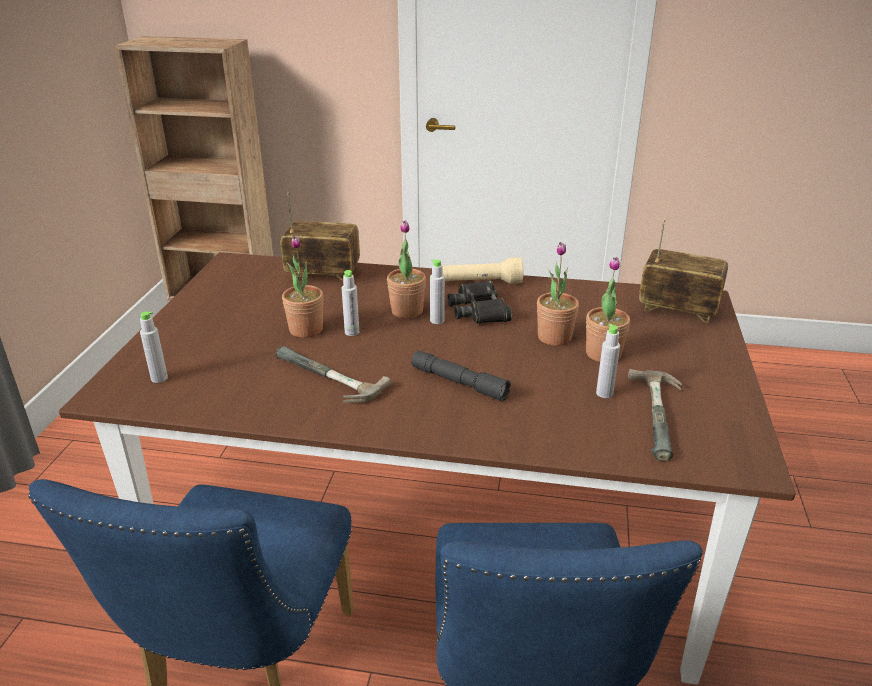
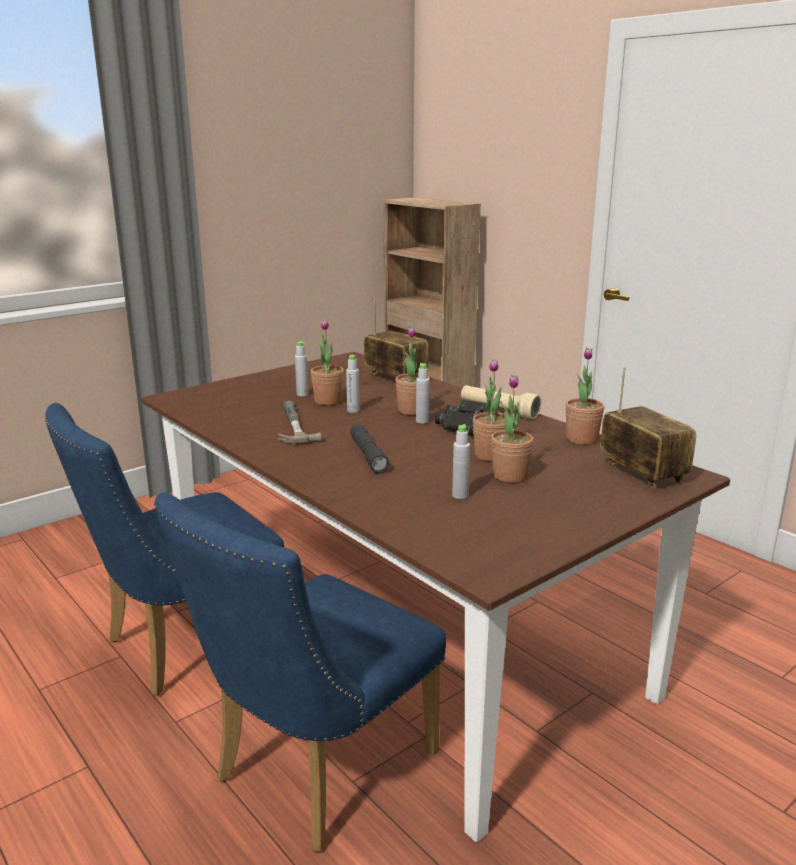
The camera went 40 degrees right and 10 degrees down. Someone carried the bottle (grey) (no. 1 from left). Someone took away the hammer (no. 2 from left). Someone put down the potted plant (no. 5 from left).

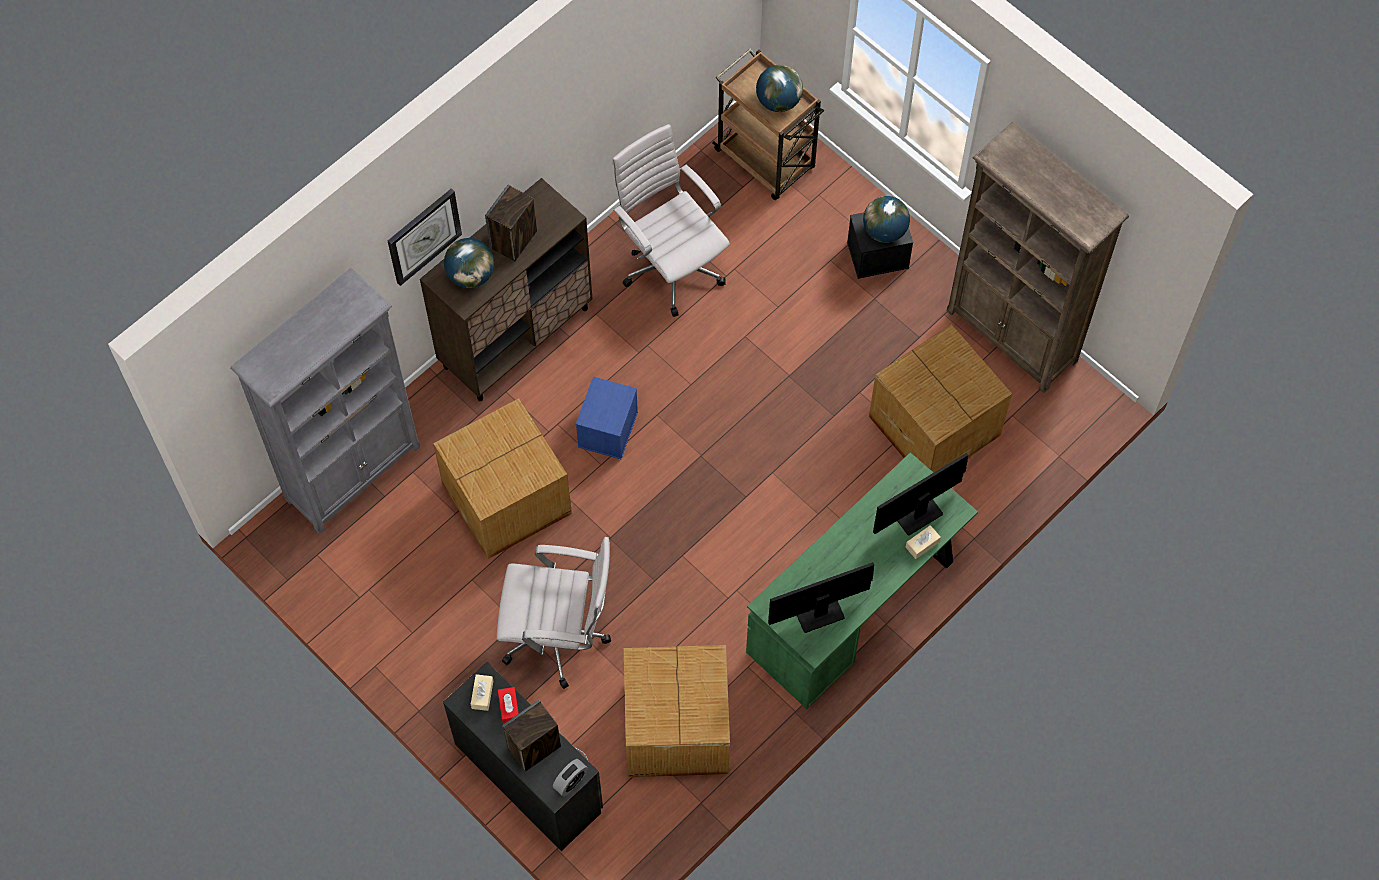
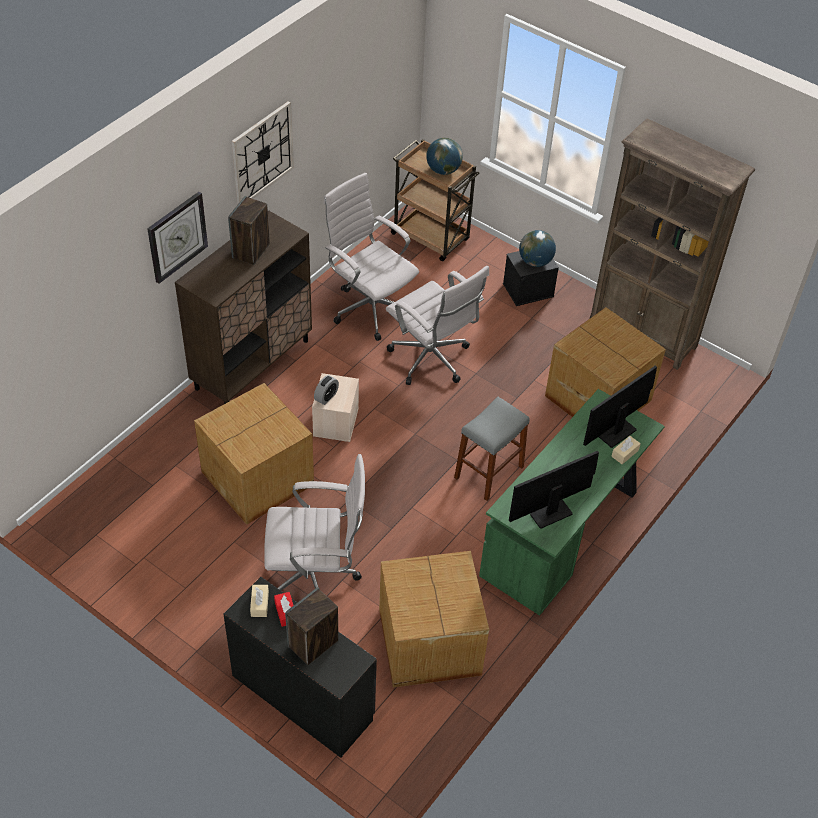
The camera went 10 degrees left and 15 degrees down. Someone took away the globe (no. 1 from left). Someone took away the bookcase (grey). Someone repainted the storage box (blue), which became the storage box (beige). Someone carried the alarm clock. Someone put up the wall clock (no. 2 from left). Someone put down the office chair (white) (no. 3 from left). Someone put down the stool (grey).

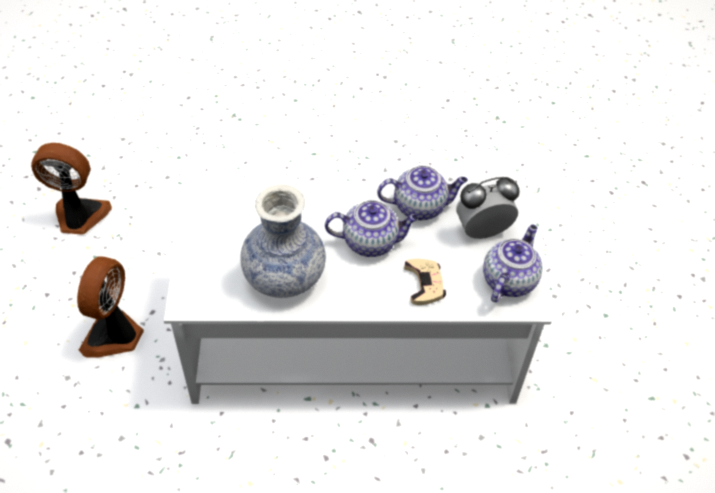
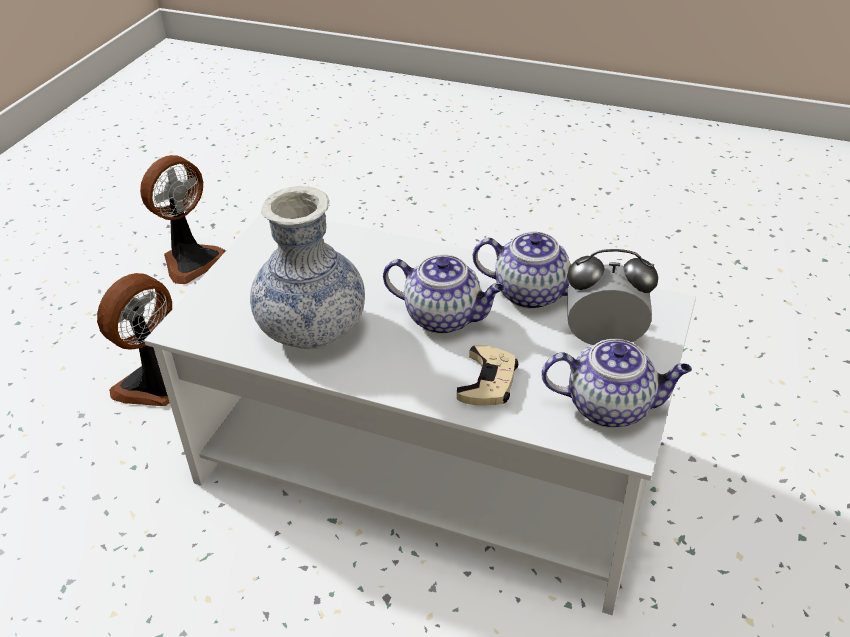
The camera went 25 degrees right and 10 degrees down. Someone rotated the fan (no. 1 from left in the first image) by 105 degrees clockwise. Someone rotated the teapot (no. 3 from left) by 45 degrees clockwise.

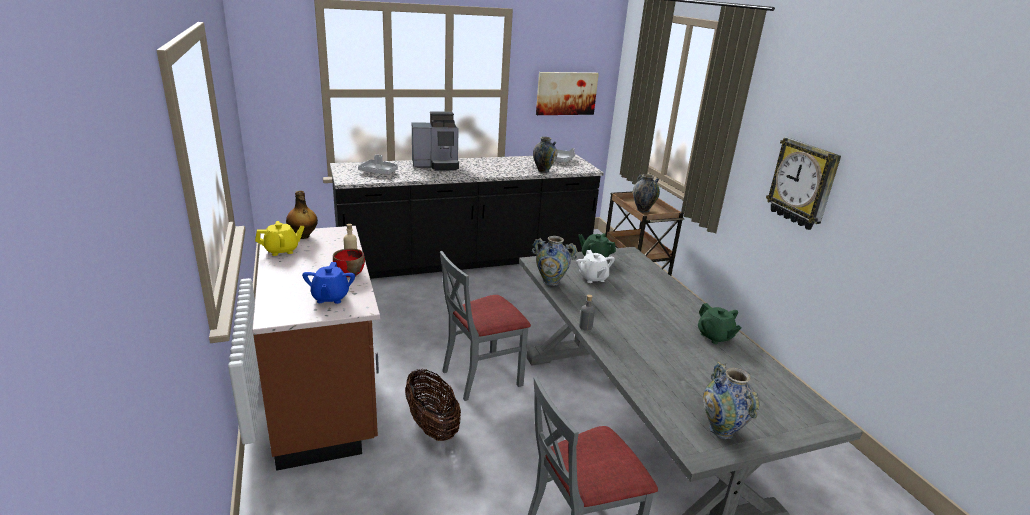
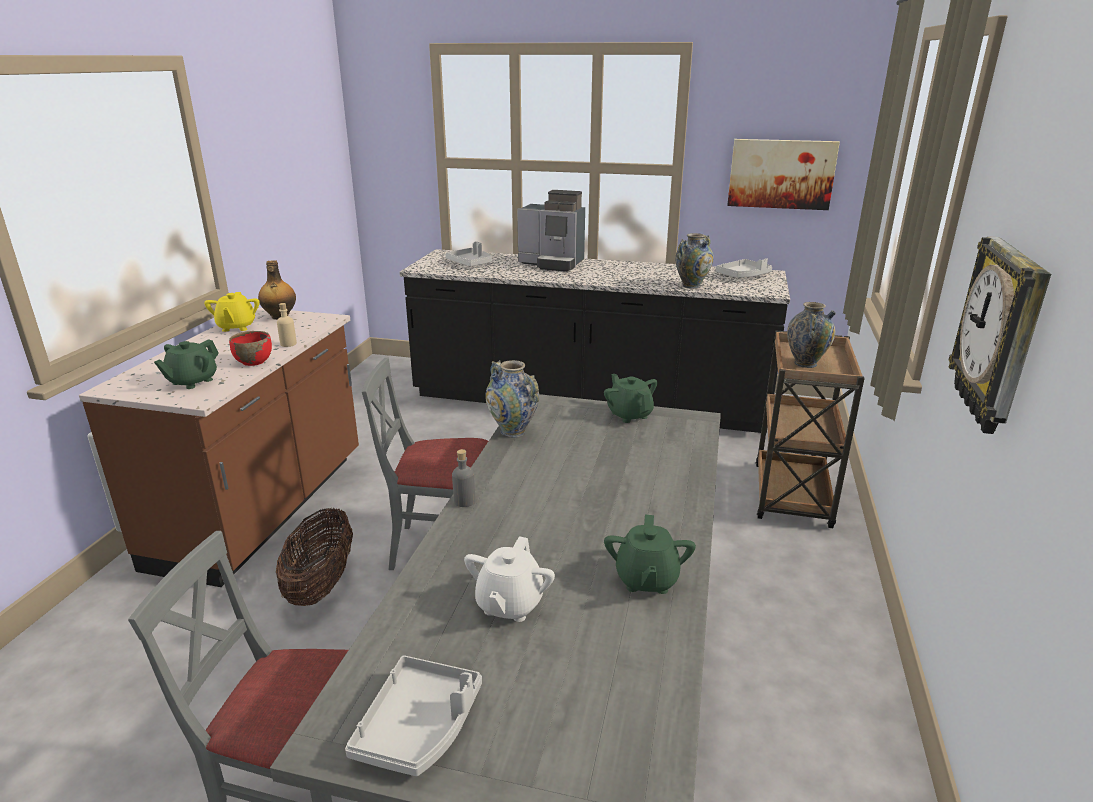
The camera went 35 degrees right and 0 degrees up. Someone rotated the teapot (yellow) by 75 degrees clockwise. Someone carried the teapot (white). Someone repainted the teapot (blue), which became the teapot (green) (no. 1 from left). Someone swapped the vase (no. 4 from left) for the tray (grey) (no. 1 from left).

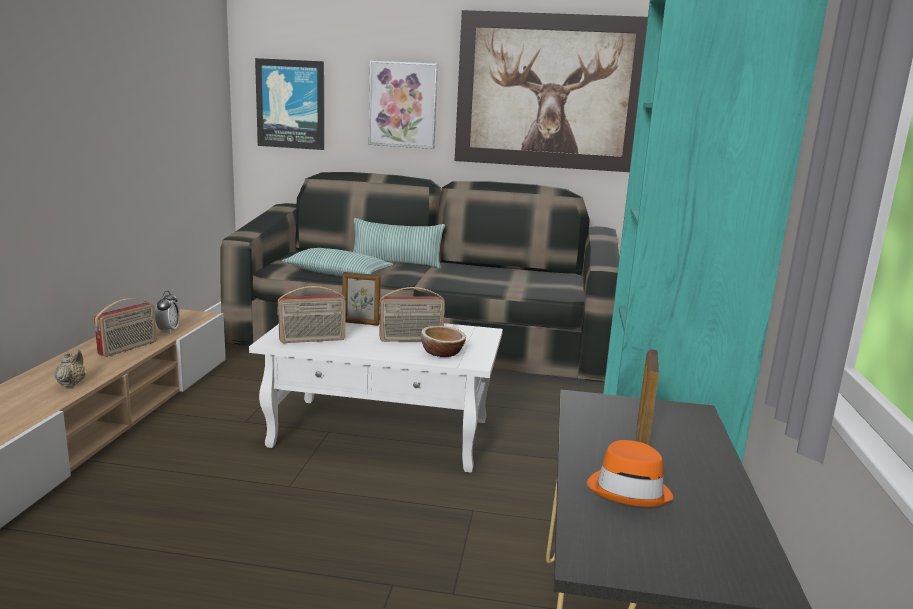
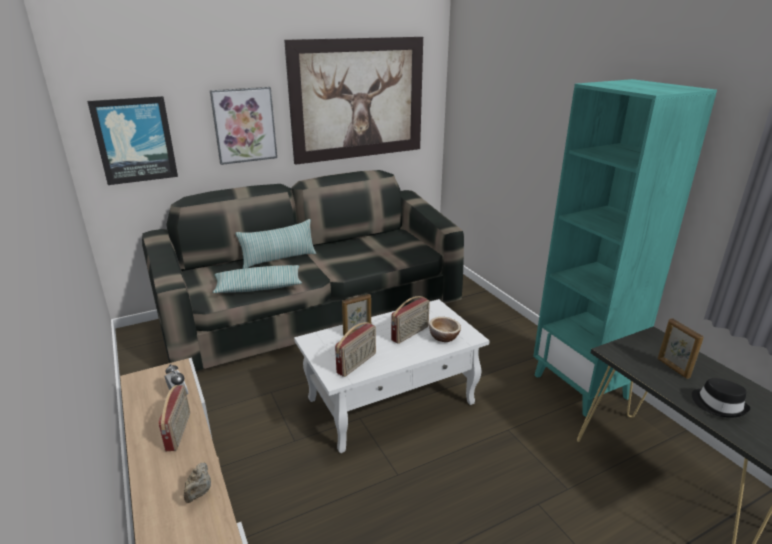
The camera went 35 degrees left and 10 degrees up. Someone rotated the teapot (beige) by 135 degrees counterclockwise. Someone repainted the hat (orange), which became the hat (black).

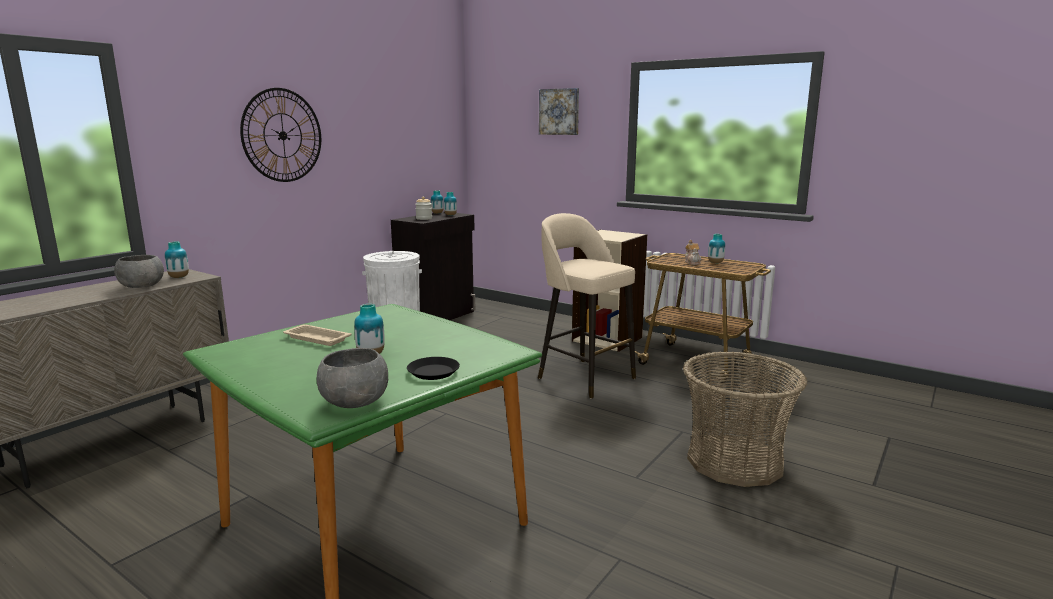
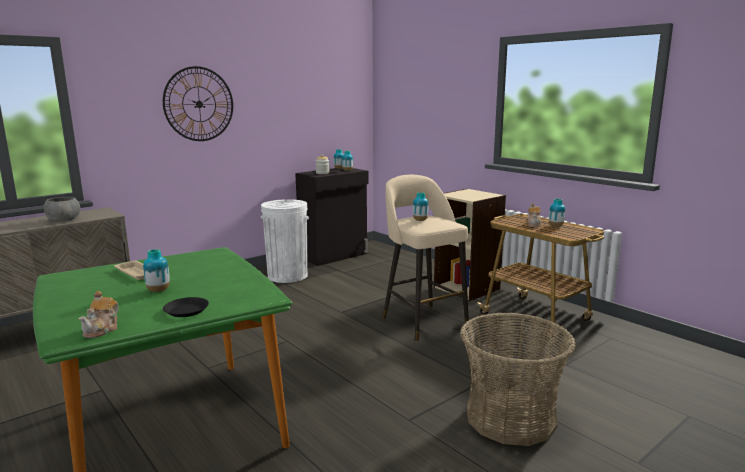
The camera went 15 degrees right and 0 degrees up. Someone took away the picture. Someone carried the vase (no. 1 from left in the first image). Someone swapped the bowl (grey) (no. 2 from left) for the teapot (no. 1 from left).

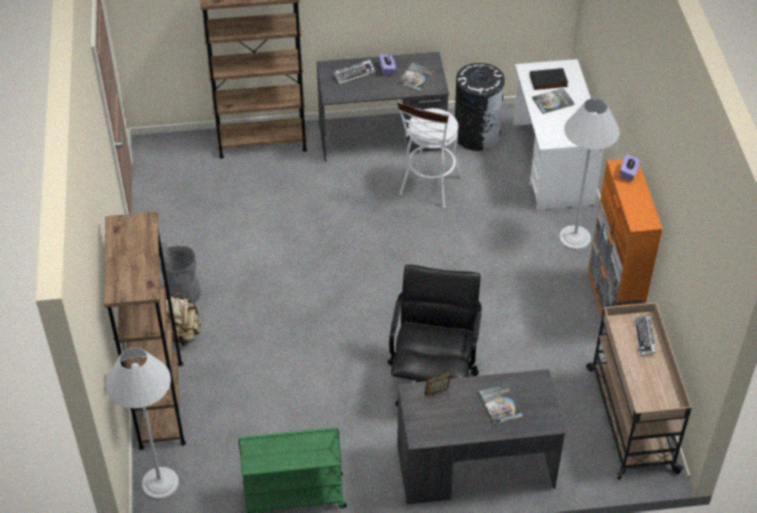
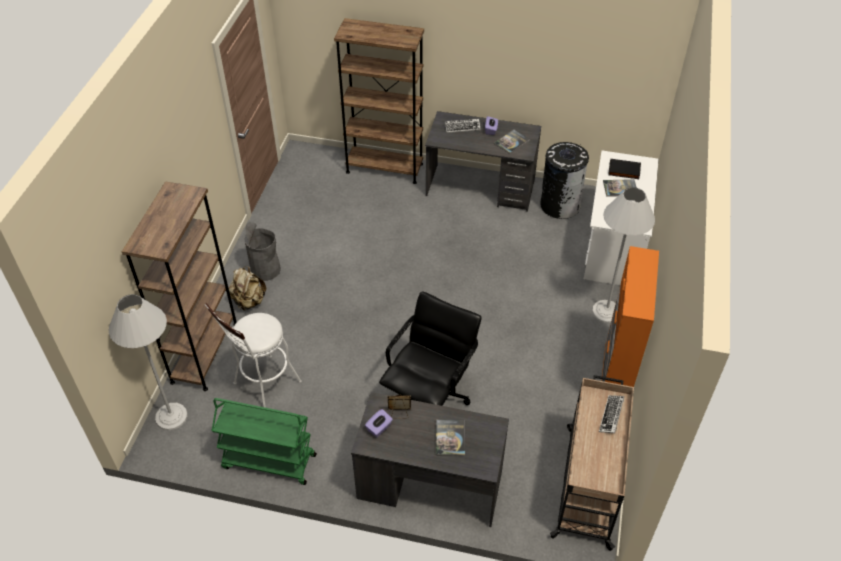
The camera went 20 degrees right and 0 degrees up. Someone carried the stool (white). Someone carried the tissue box (purple) (no. 2 from left in the first image).

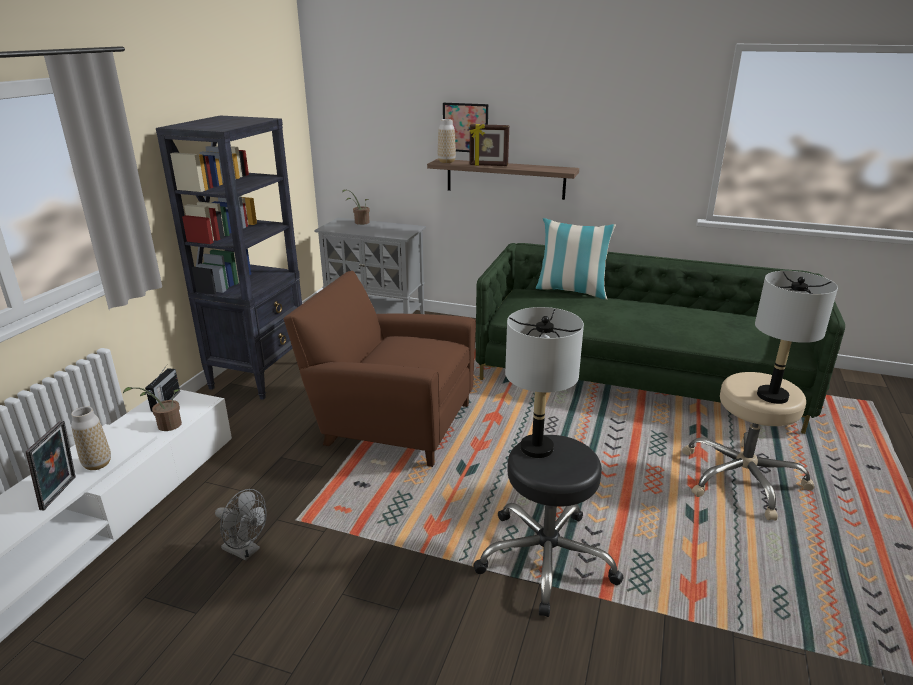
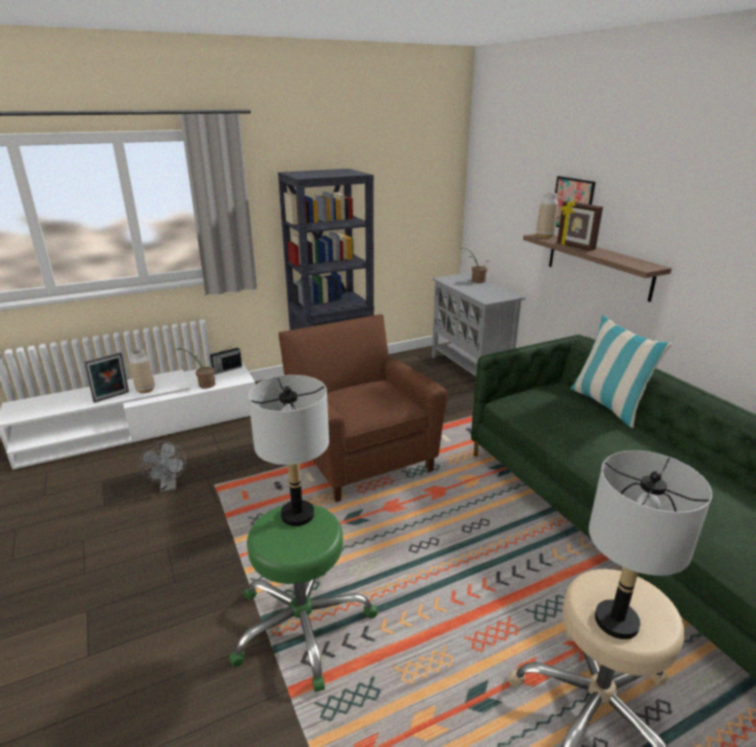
The camera went 45 degrees right and 0 degrees up. Someone repainted the stool (black), which became the stool (green).

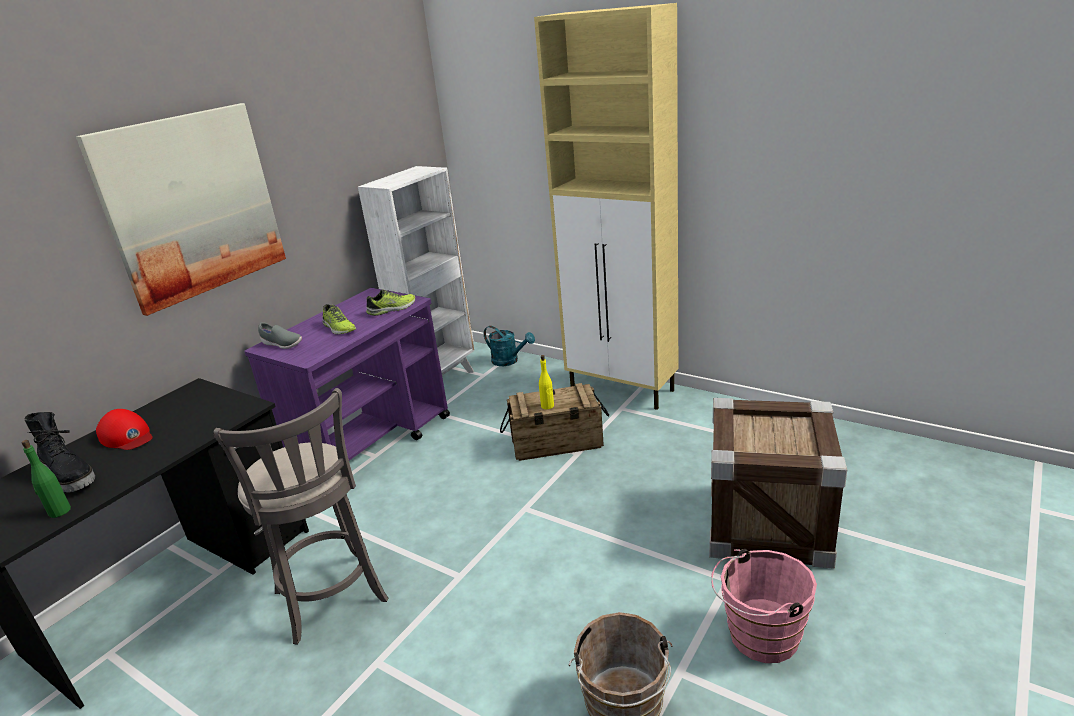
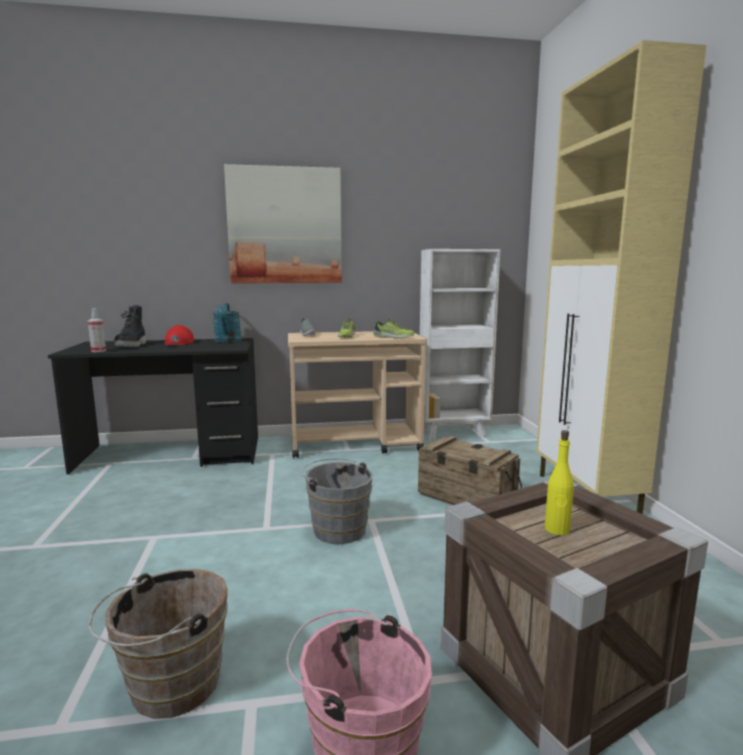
The camera went 45 degrees right and 15 degrees down. Someone repainted the cart (purple), which became the cart (beige). Someone carried the watering can (turquoise). Someone carried the bottle (yellow). Someone took away the stool (grey). Someone swapped the bottle (green) for the spray bottle. Someone put down the bucket (grey).

